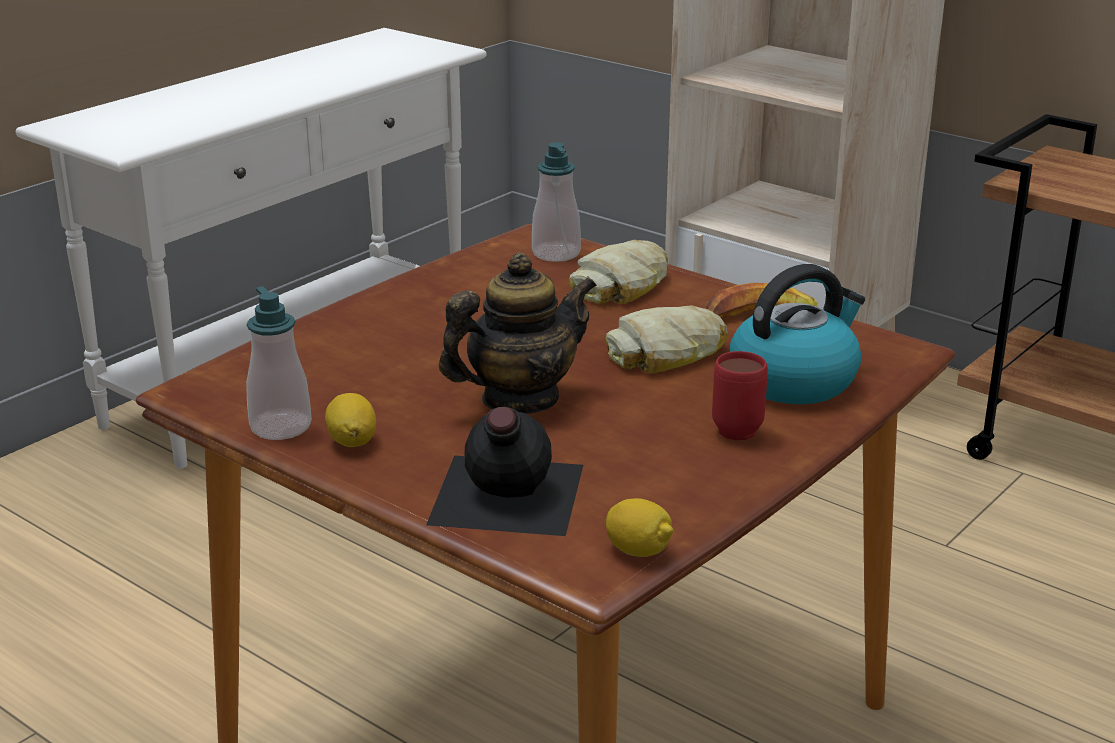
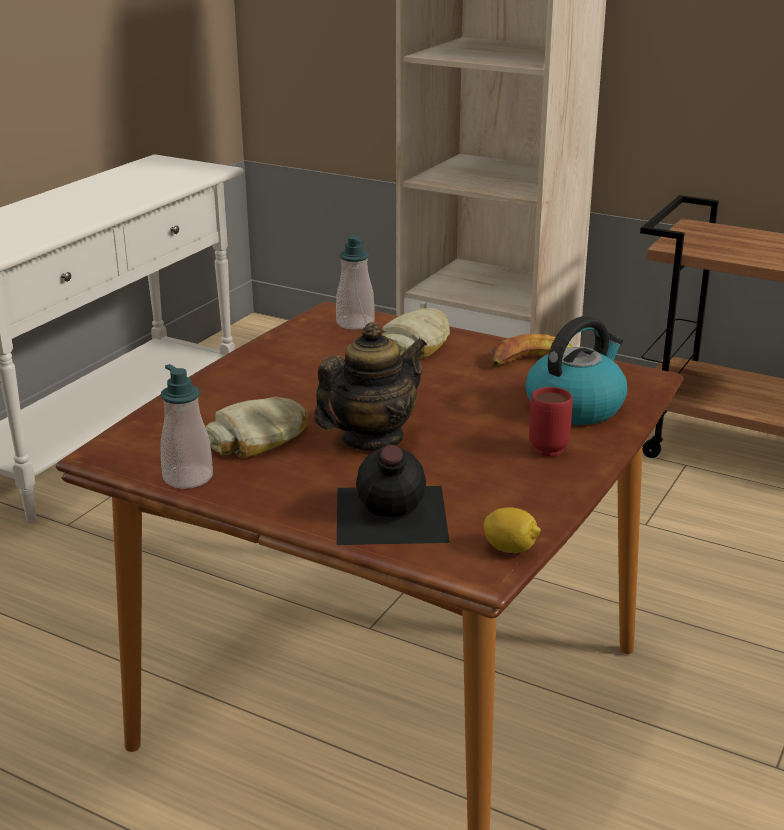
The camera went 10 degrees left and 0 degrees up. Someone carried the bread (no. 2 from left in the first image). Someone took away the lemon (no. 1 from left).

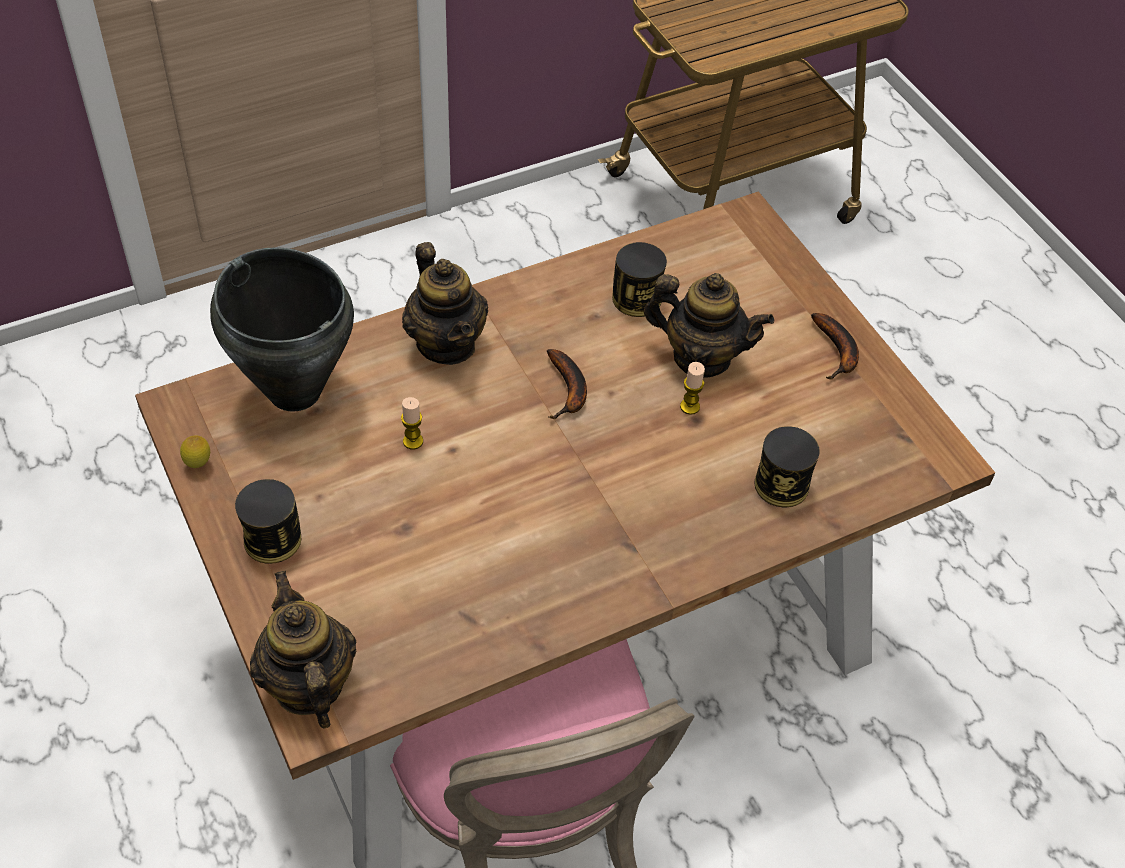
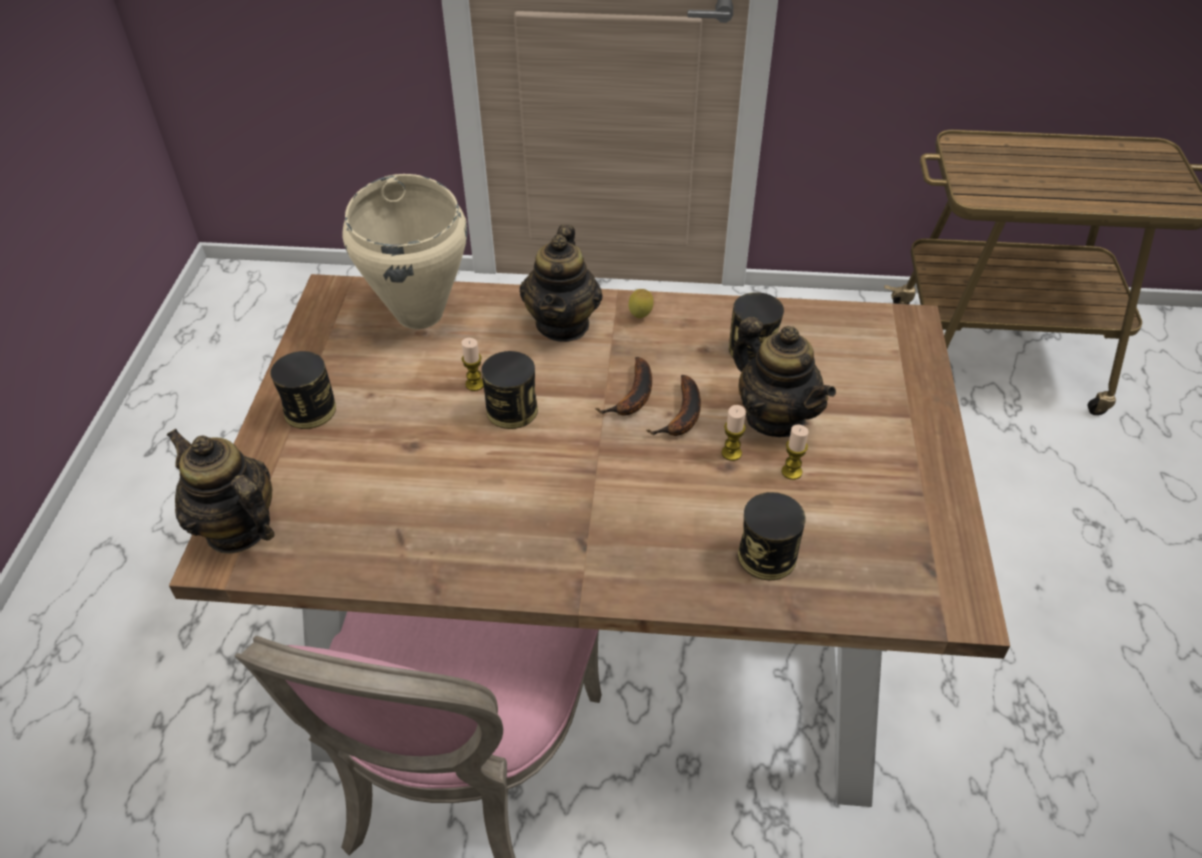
The camera went 35 degrees right and 5 degrees down. Someone repainted the cooking pot (black), which became the cooking pot (beige). Someone carried the banana (no. 2 from left). Someone carried the lemon. Someone rotated the teapot (no. 1 from left) by 60 degrees counterclockwise. Someone put down the can (no. 2 from left). Someone put down the candle (no. 3 from left).

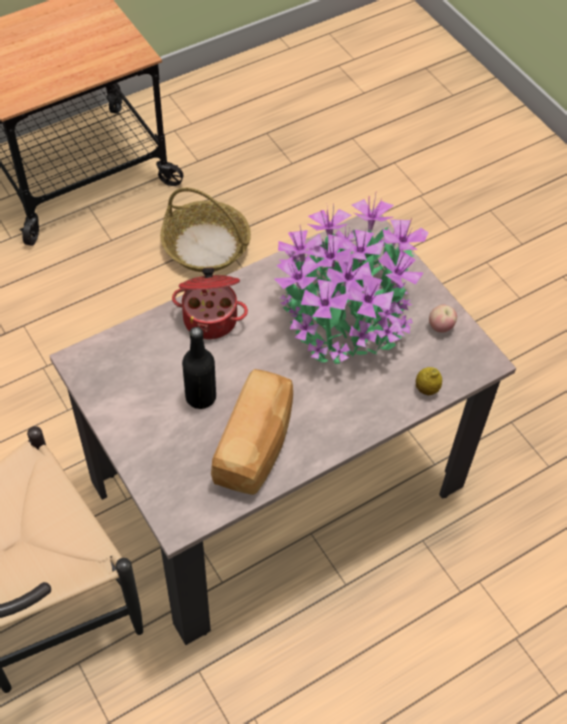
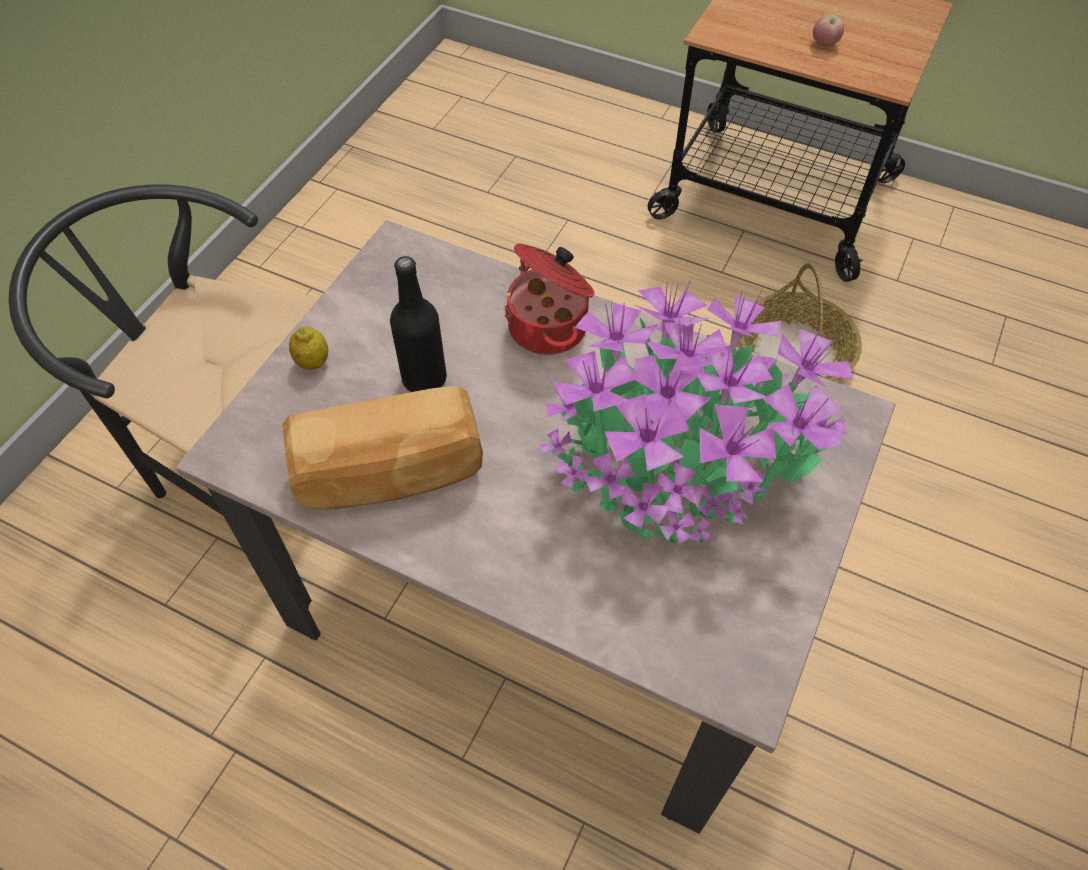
The camera went 60 degrees right and 0 degrees up. Someone carried the apple. Someone carried the lemon.

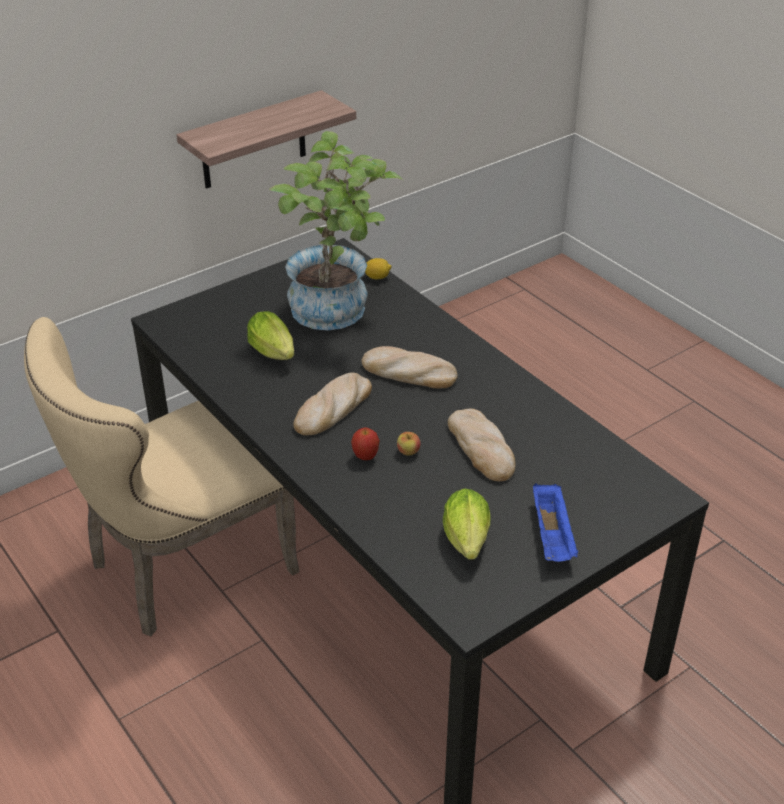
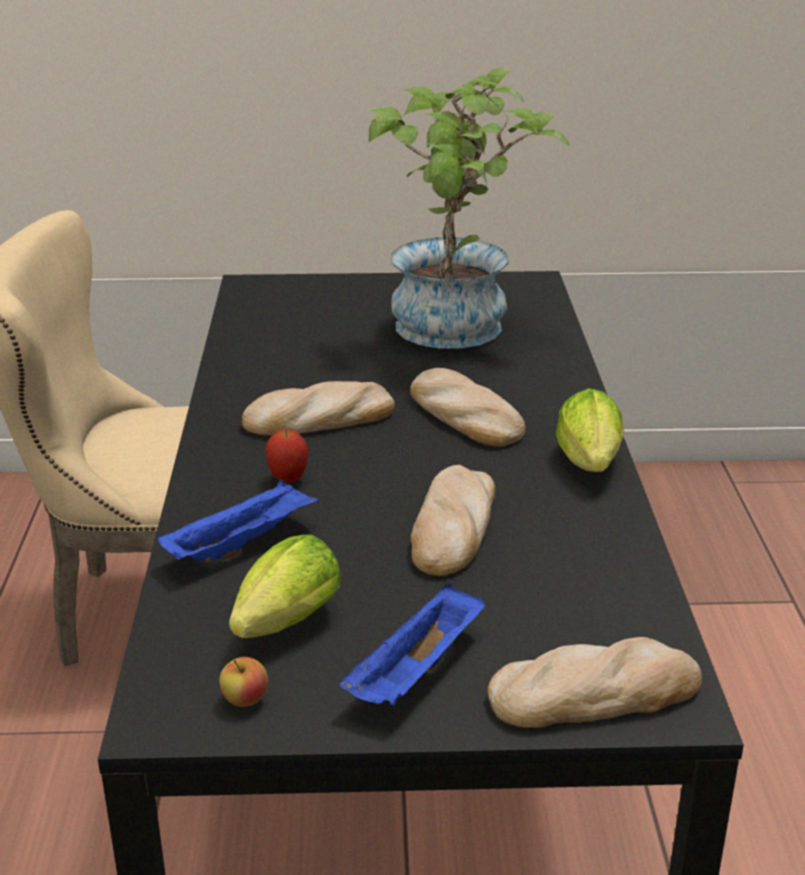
The camera went 35 degrees right and 10 degrees down. Someone took away the shelf. Someone took away the lemon. Someone carried the lettuce (no. 1 from left in the first image). Someone carried the apple (no. 2 from left in the first image). Someone put down the tray (blue) (no. 1 from left). Someone put down the bread (no. 4 from left).

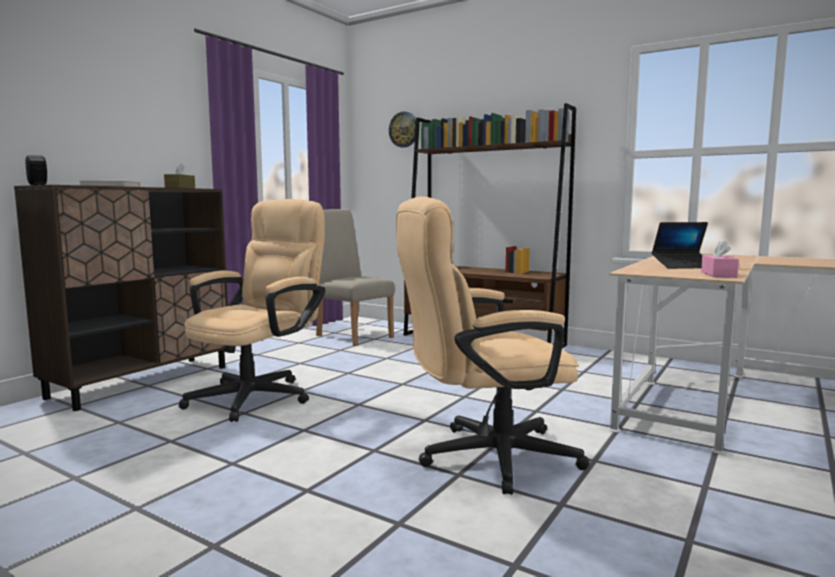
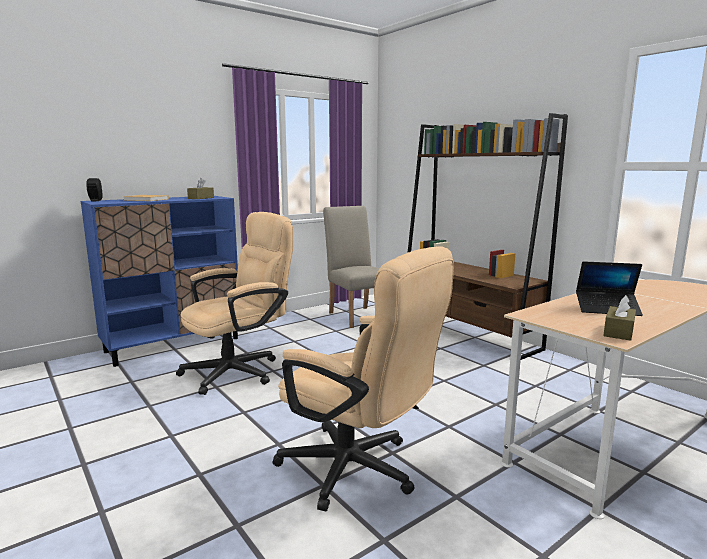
The camera went 20 degrees right and 5 degrees up. Someone took away the wall clock. Someone repainted the cabinet (brown), which became the cabinet (blue). Someone rotated the office chair (beige) (no. 2 from left) by 150 degrees counterclockwise. Someone repainted the tissue box (pink), which became the tissue box (brown) (no. 2 from left).

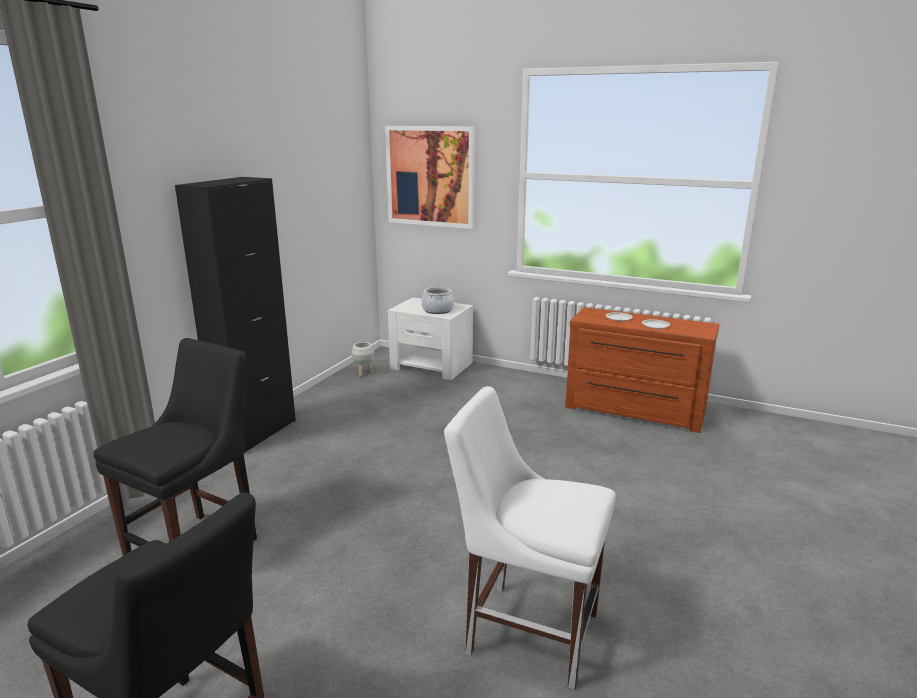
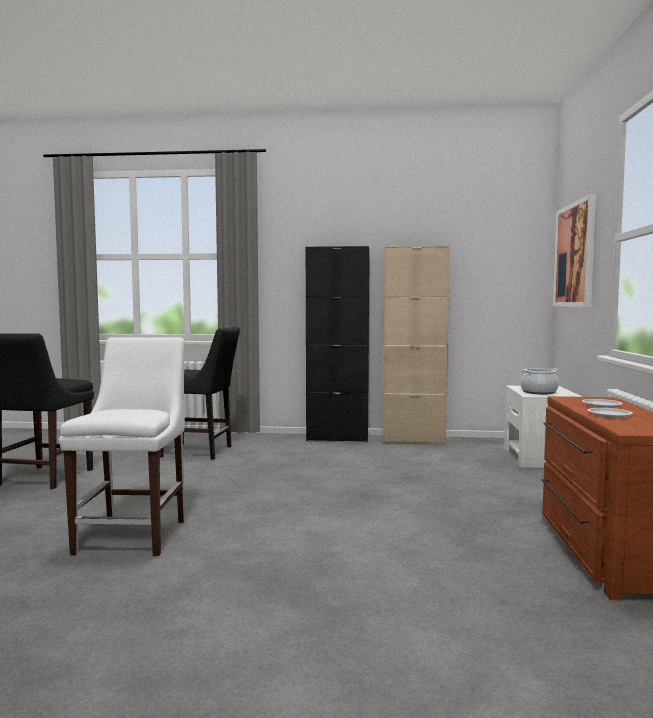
The camera went 70 degrees right and 15 degrees down. Someone took away the planter (white). Someone put down the cabinet (beige).

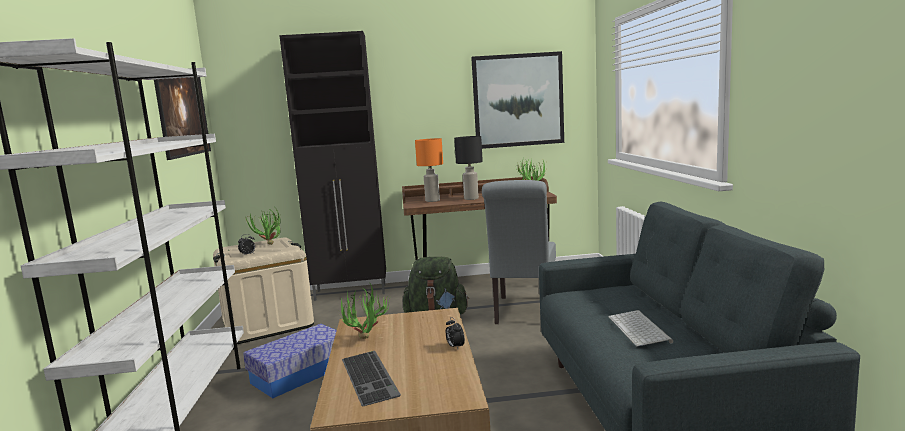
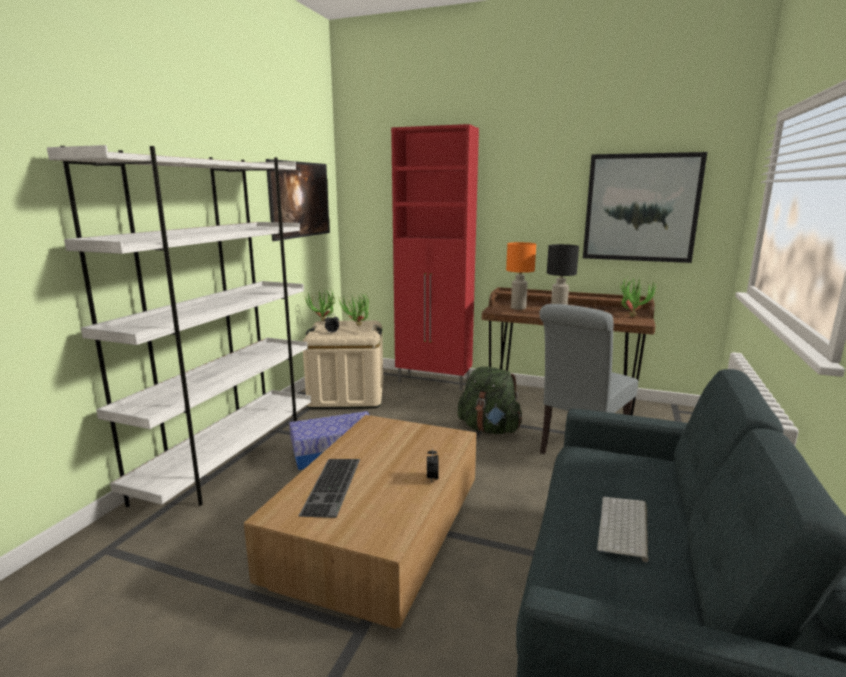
The camera went 25 degrees right and 5 degrees up. Someone repainted the cabinet (black), which became the cabinet (red). Someone carried the potted plant (no. 2 from left in the first image).

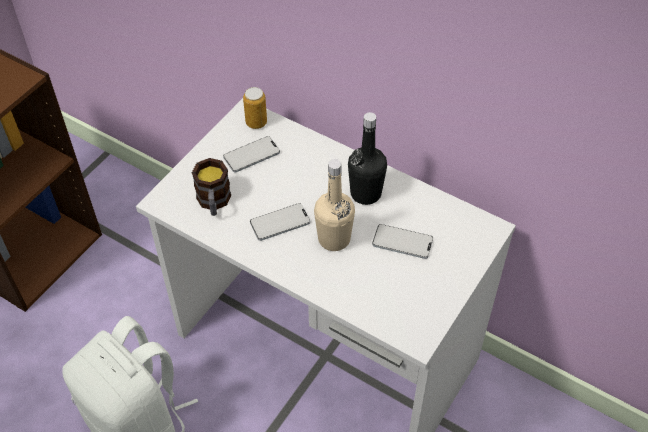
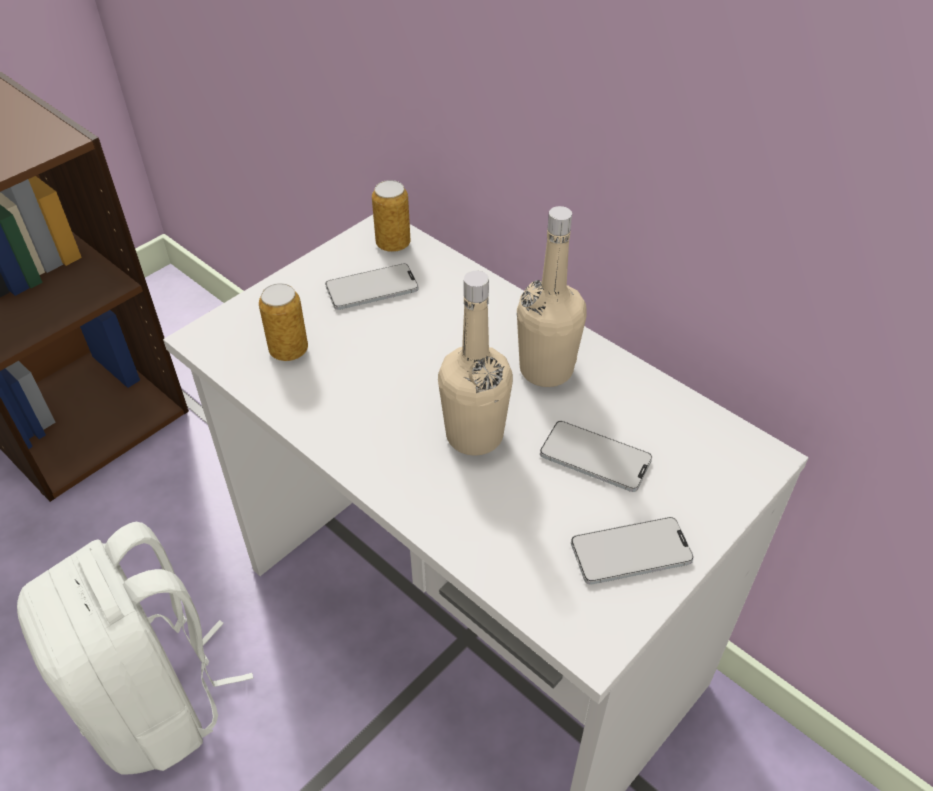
The camera went 10 degrees right and 5 degrees down. Someone repainted the bottle (black), which became the bottle (beige) (no. 2 from left). Someone swapped the mug for the can (no. 1 from left). Someone carried the phone (no. 2 from left in the first image).

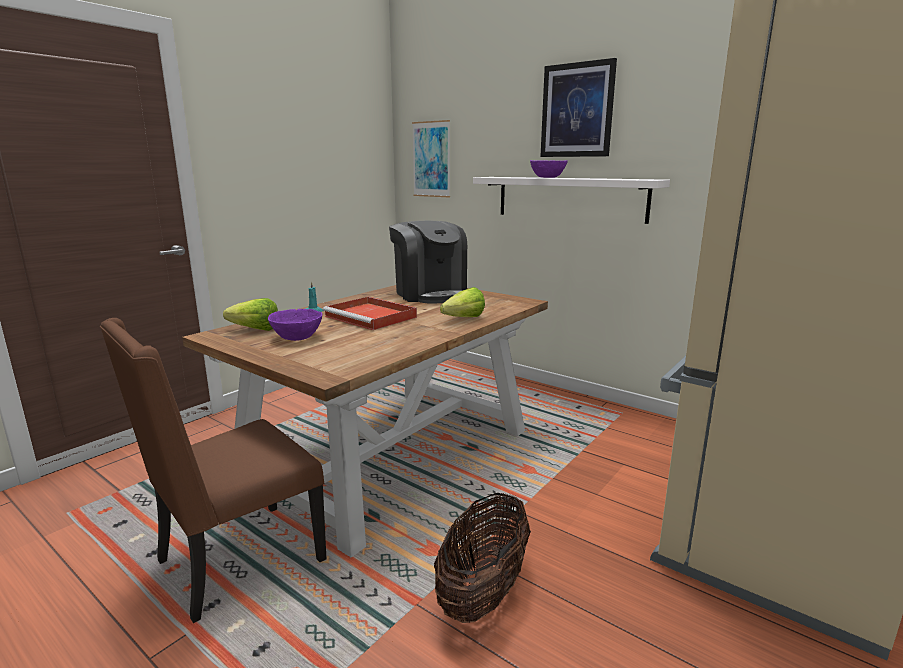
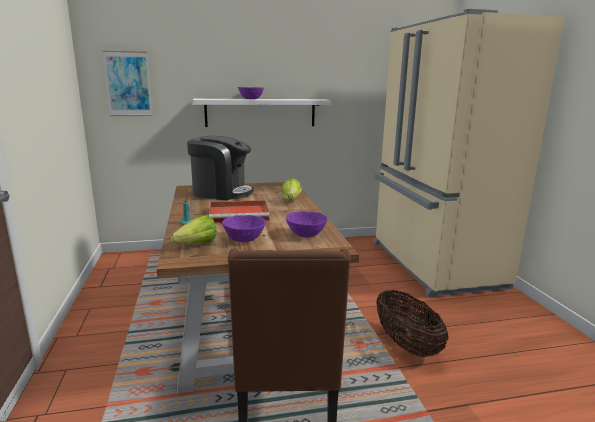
The camera went 50 degrees left and 0 degrees up. Someone took away the picture (no. 2 from left). Someone put down the bowl (purple) (no. 3 from left).

